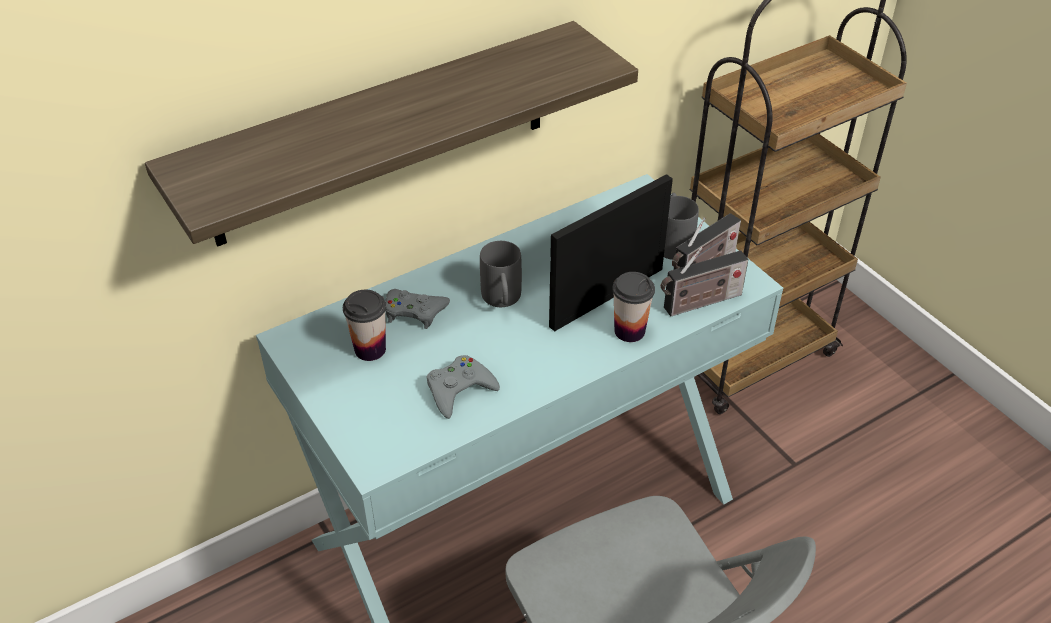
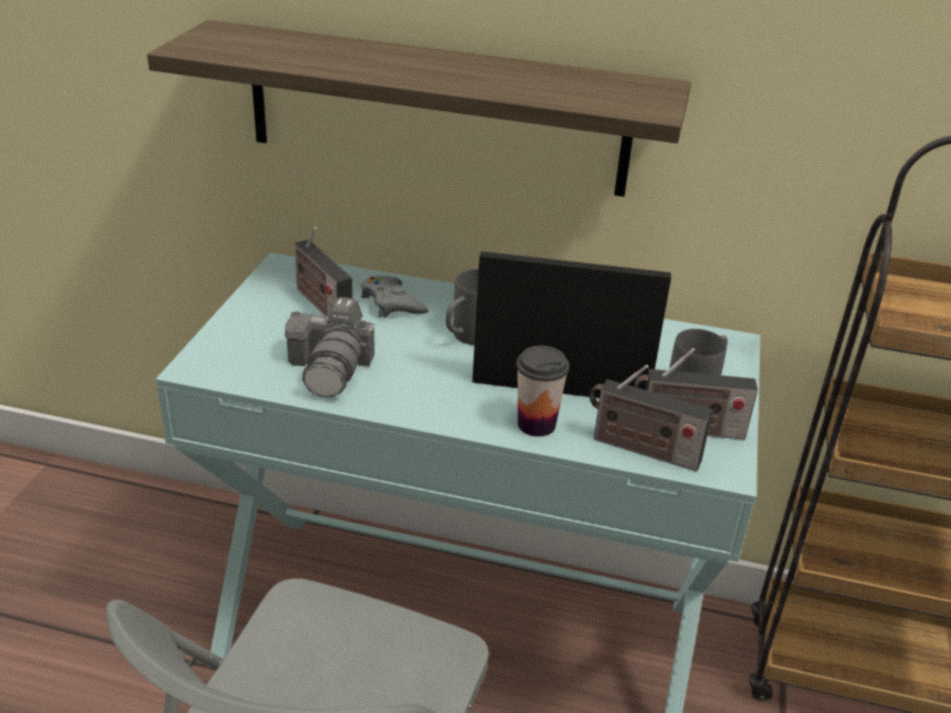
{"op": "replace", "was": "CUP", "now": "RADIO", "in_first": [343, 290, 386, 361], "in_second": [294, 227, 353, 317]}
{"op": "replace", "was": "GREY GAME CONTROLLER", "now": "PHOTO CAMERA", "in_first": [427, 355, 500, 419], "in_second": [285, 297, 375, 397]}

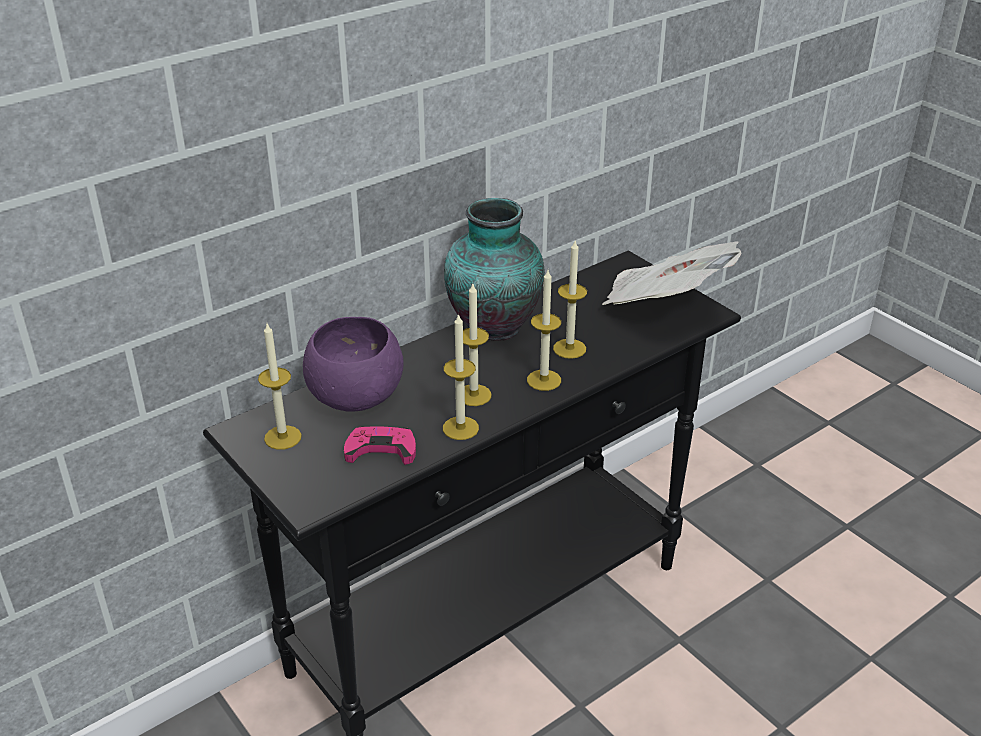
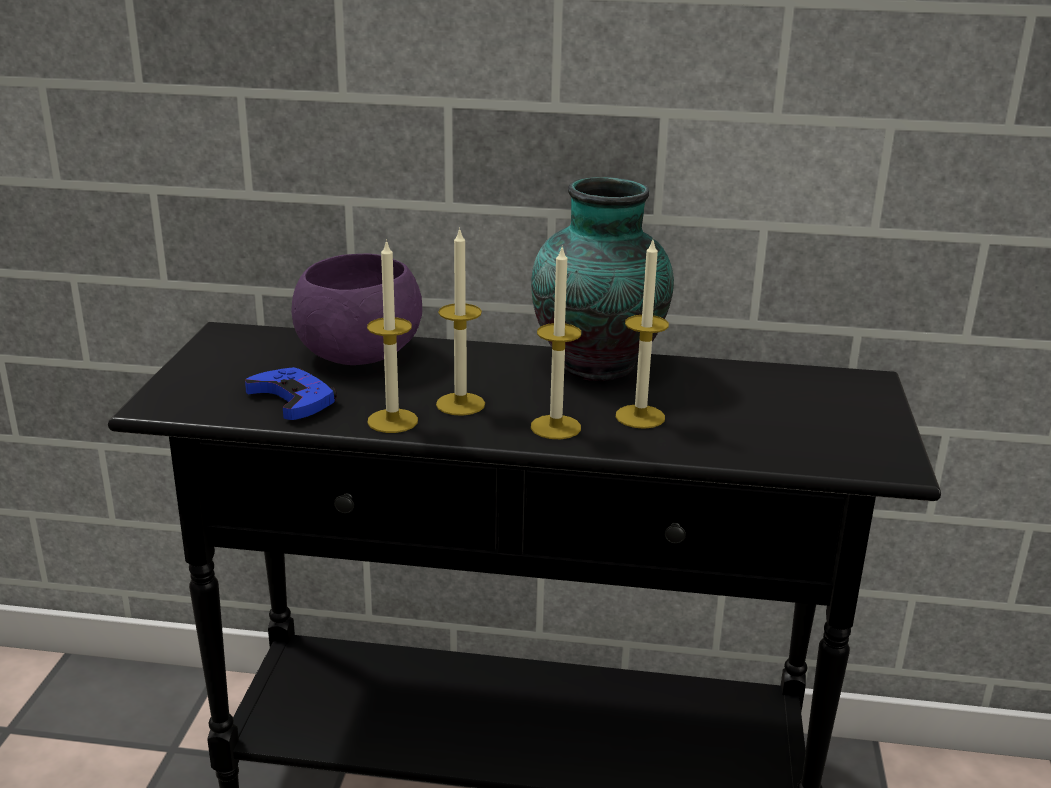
{"op": "delete", "was": "CANDLE", "in_first": [258, 324, 302, 450]}
{"op": "recolor", "was": "PINK GAME CONTROLLER", "now": "BLUE GAME CONTROLLER", "in_first": [344, 426, 416, 465], "in_second": [245, 367, 337, 420]}
{"op": "delete", "was": "NEWSPAPER", "in_first": [602, 241, 742, 305]}

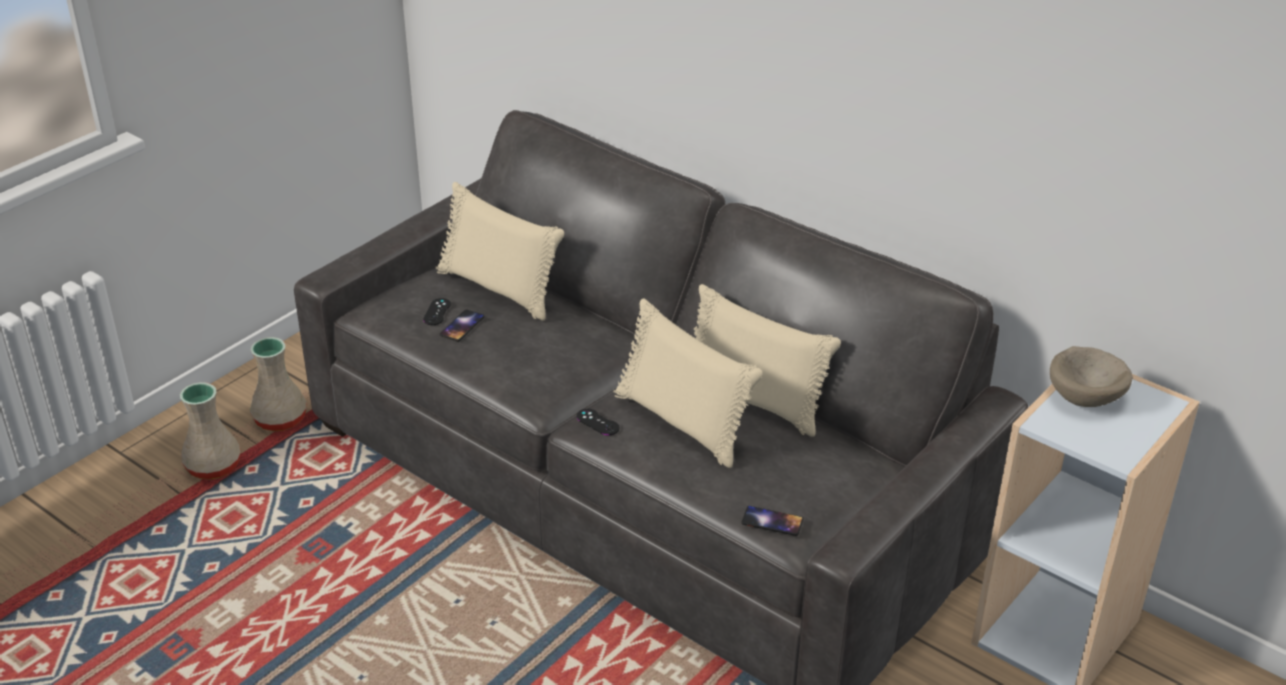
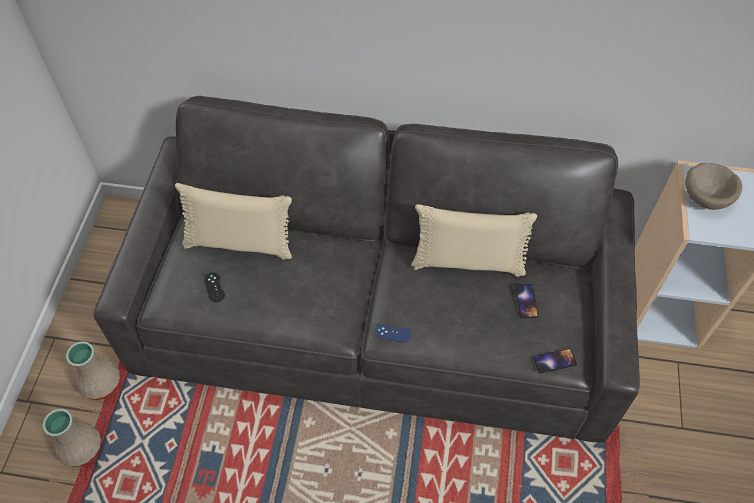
{"op": "move", "was": "PHONE", "in_first": [439, 309, 485, 342], "in_second": [515, 284, 539, 318]}
{"op": "recolor", "was": "BLACK GAME CONTROLLER", "now": "BLUE GAME CONTROLLER", "in_first": [577, 409, 620, 435], "in_second": [375, 324, 411, 342]}
{"op": "delete", "was": "BEIGE PILLOW", "in_first": [613, 298, 763, 468]}

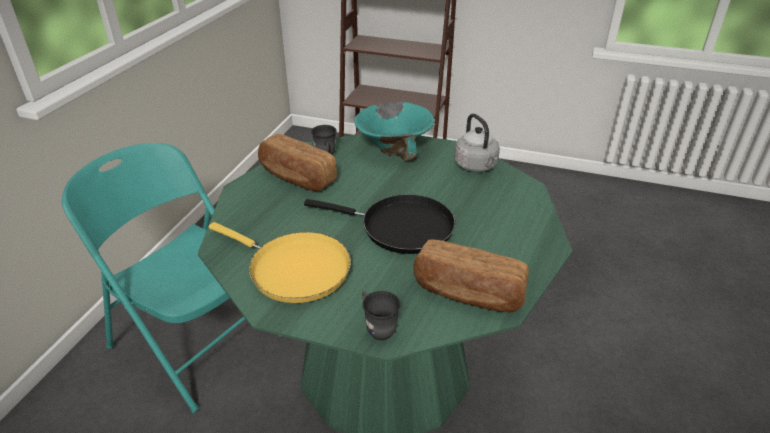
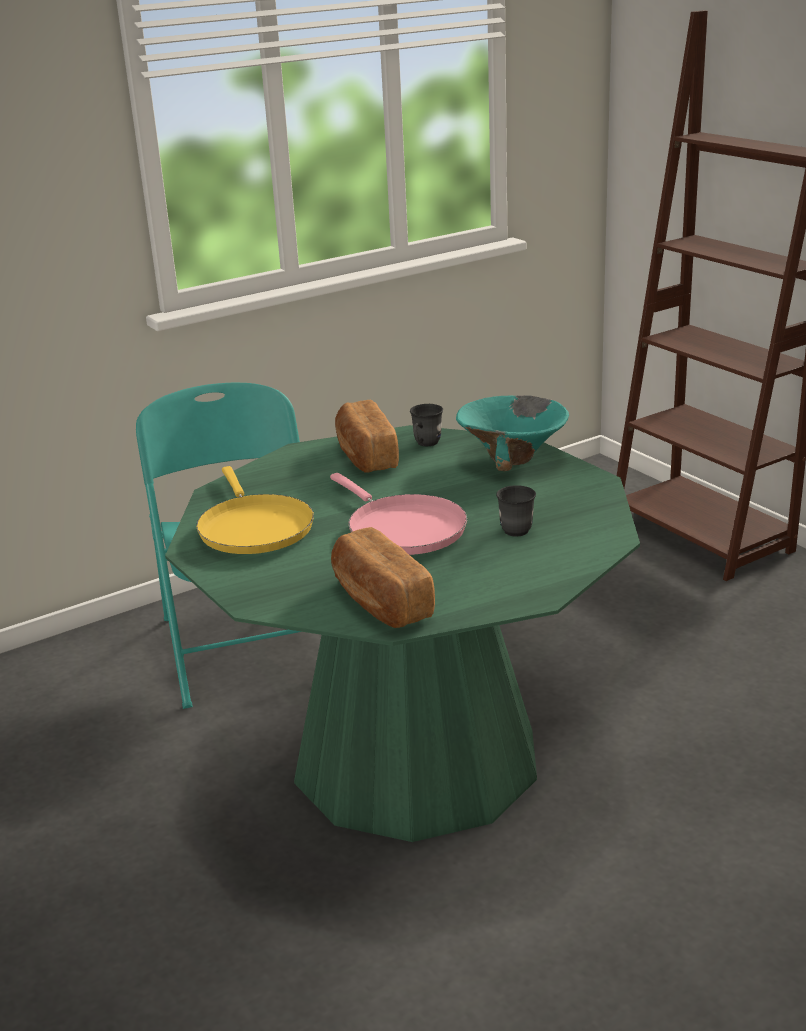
{"op": "recolor", "was": "BLACK FRYING PAN", "now": "PINK FRYING PAN", "in_first": [304, 194, 455, 254], "in_second": [330, 473, 467, 555]}
{"op": "move", "was": "GREY MUG", "in_first": [362, 291, 400, 340], "in_second": [496, 485, 536, 537]}
{"op": "delete", "was": "GREY KETTLE", "in_first": [454, 114, 500, 172]}

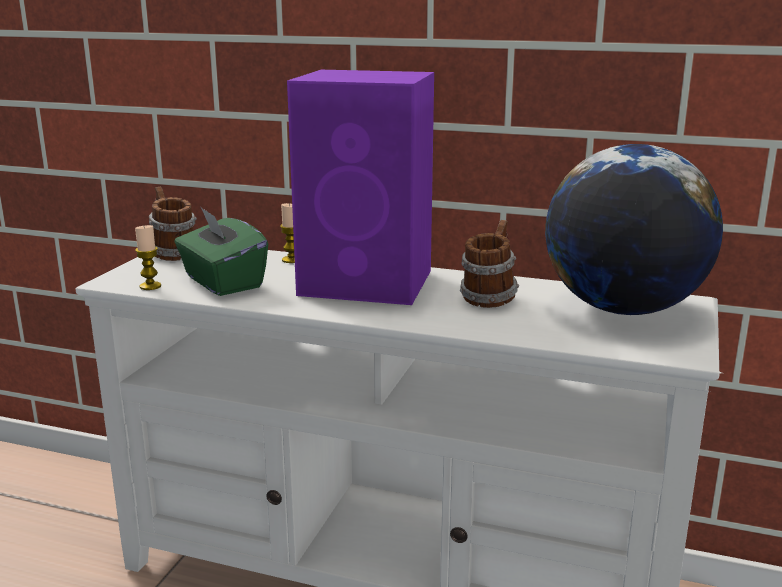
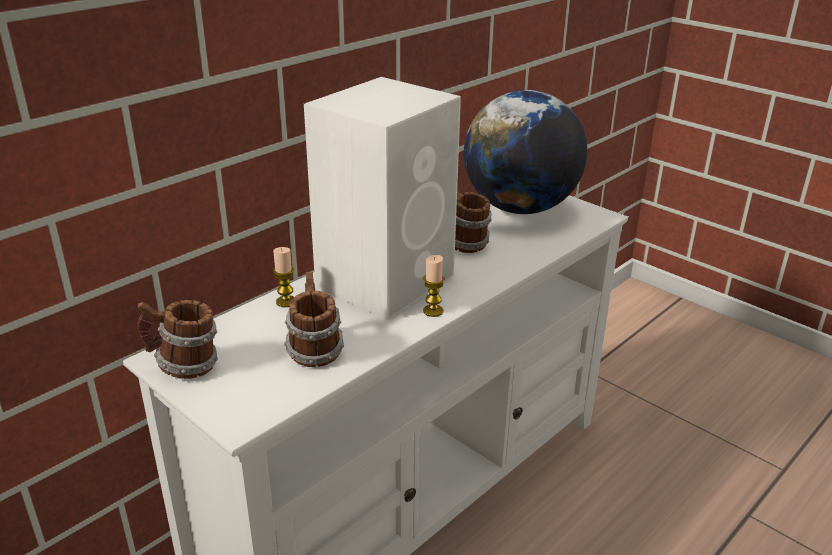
{"op": "move", "was": "CANDLE", "in_first": [135, 225, 161, 290], "in_second": [423, 255, 445, 317]}
{"op": "replace", "was": "GREEN TISSUE BOX", "now": "MUG", "in_first": [175, 206, 268, 296], "in_second": [284, 271, 344, 367]}
{"op": "recolor", "was": "PURPLE SPEAKER", "now": "WHITE SPEAKER", "in_first": [287, 70, 434, 305], "in_second": [304, 77, 461, 320]}

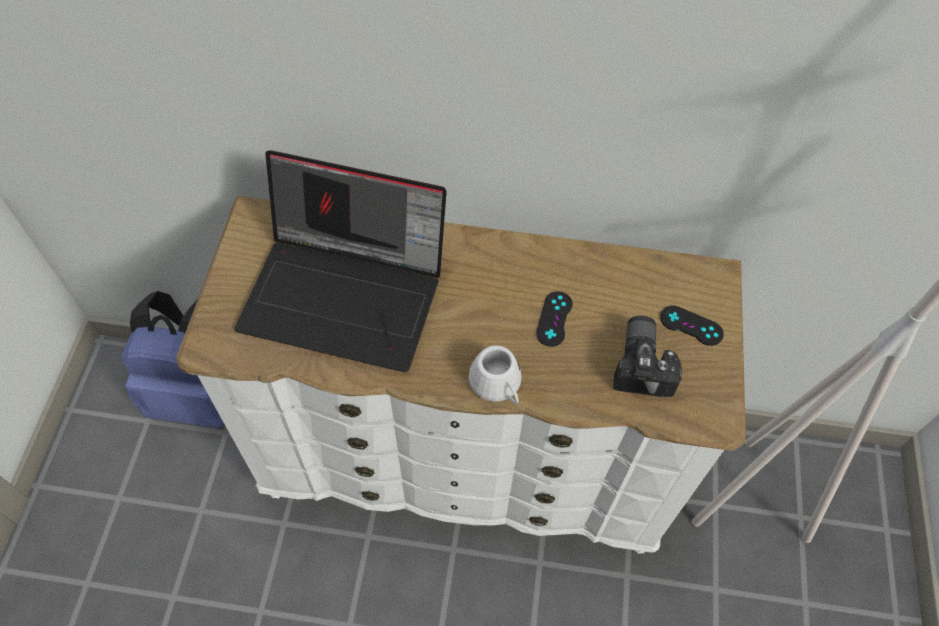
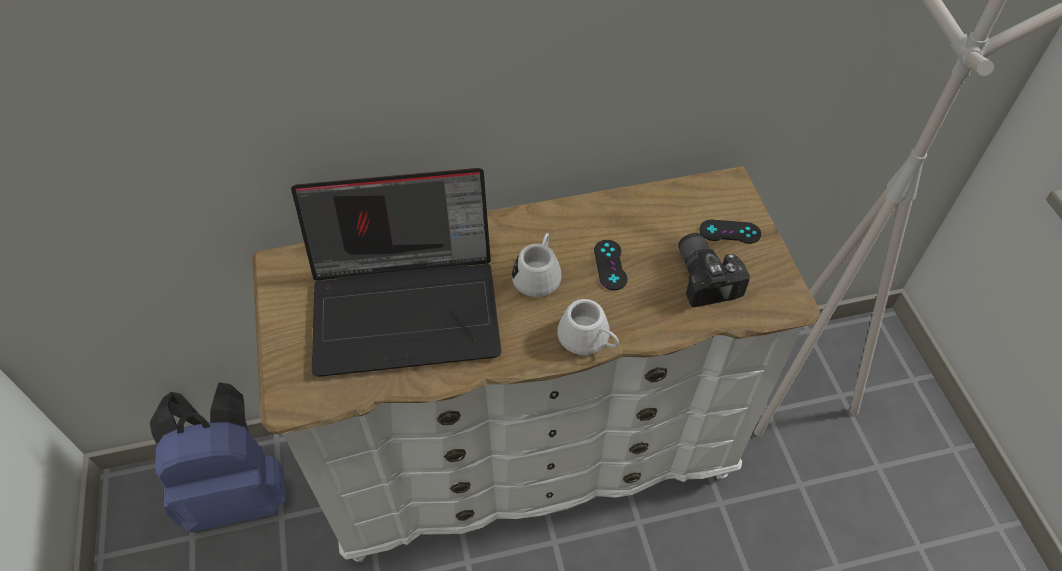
{"op": "insert", "now": "WHITE MUG", "in_second": [512, 233, 562, 297]}

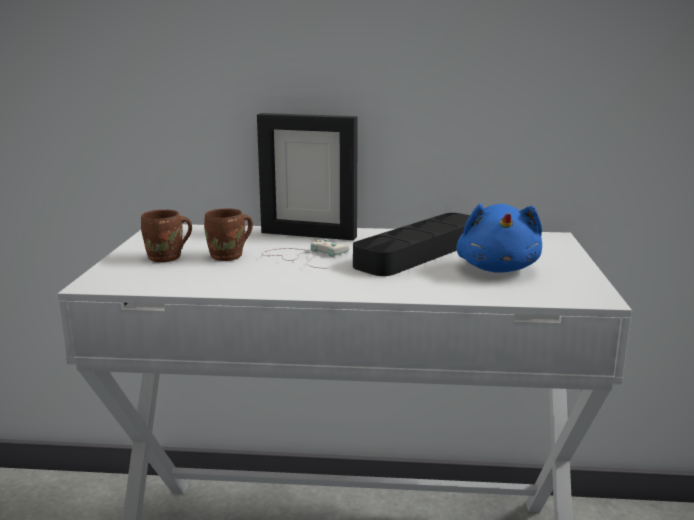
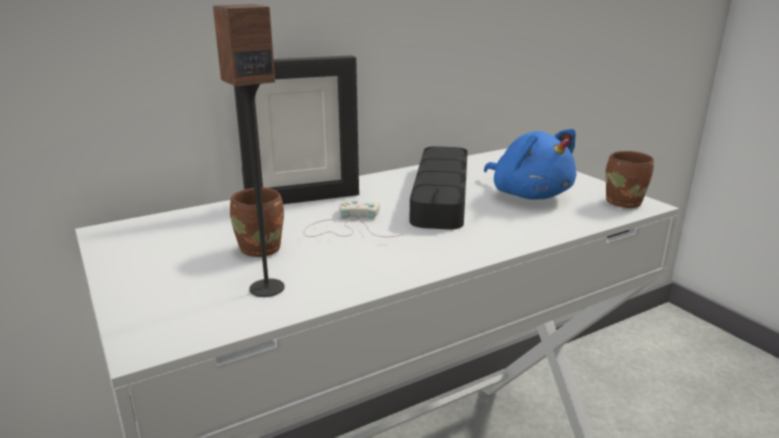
{"op": "move", "was": "BROWN MUG", "in_first": [141, 210, 192, 262], "in_second": [606, 151, 654, 208]}
{"op": "insert", "now": "SPEAKER", "in_second": [213, 4, 285, 297]}

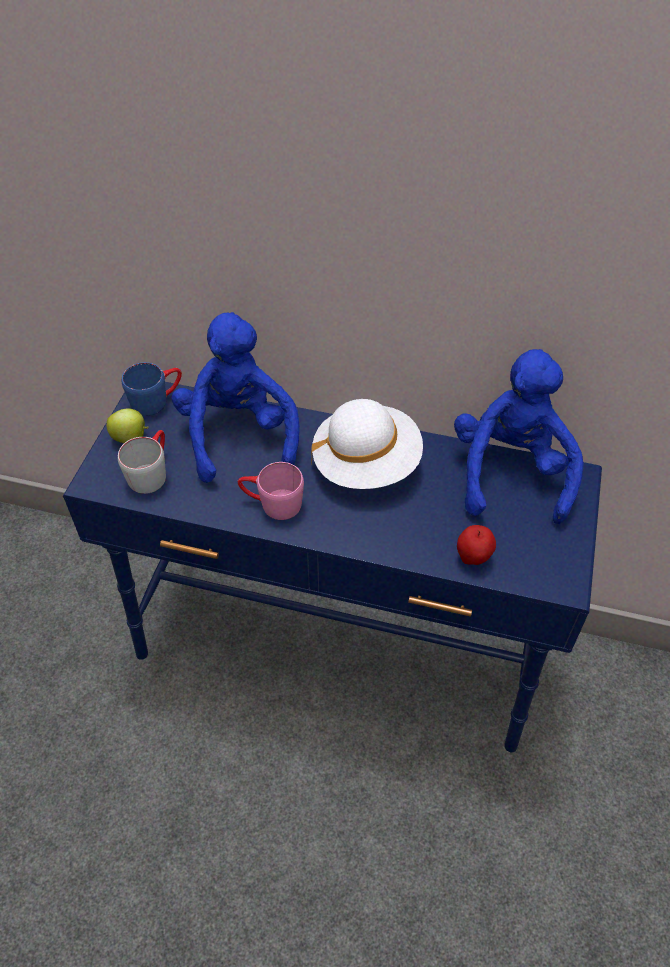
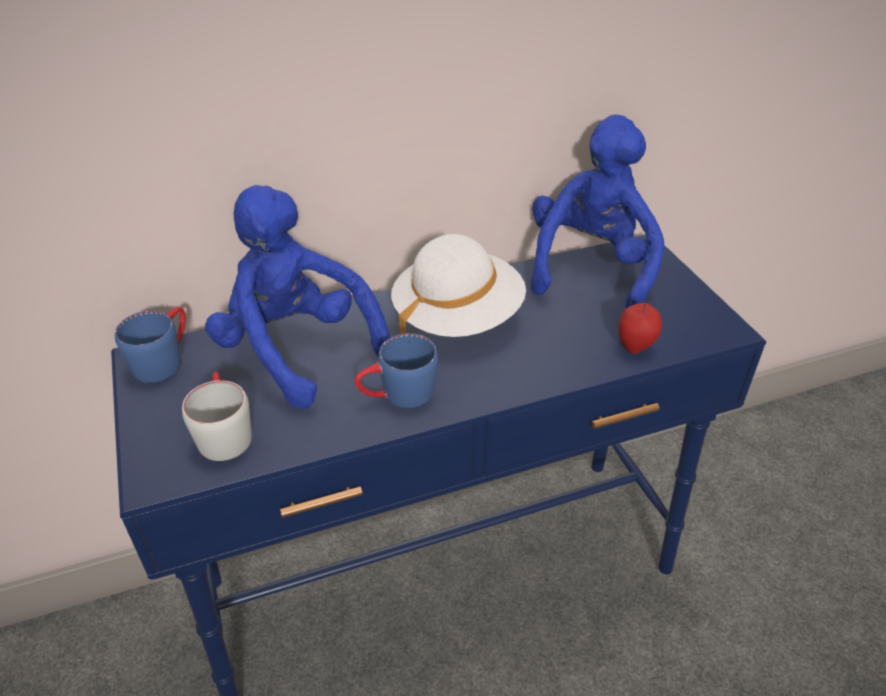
{"op": "delete", "was": "APPLE", "in_first": [106, 408, 149, 443]}
{"op": "recolor", "was": "PINK MUG", "now": "BLUE MUG", "in_first": [238, 462, 304, 520], "in_second": [355, 333, 438, 408]}
{"op": "rotate", "was": "BLUE PLUSH TOY", "in_first": [454, 349, 584, 524], "in_second": [531, 114, 664, 308], "clockwise": 45}

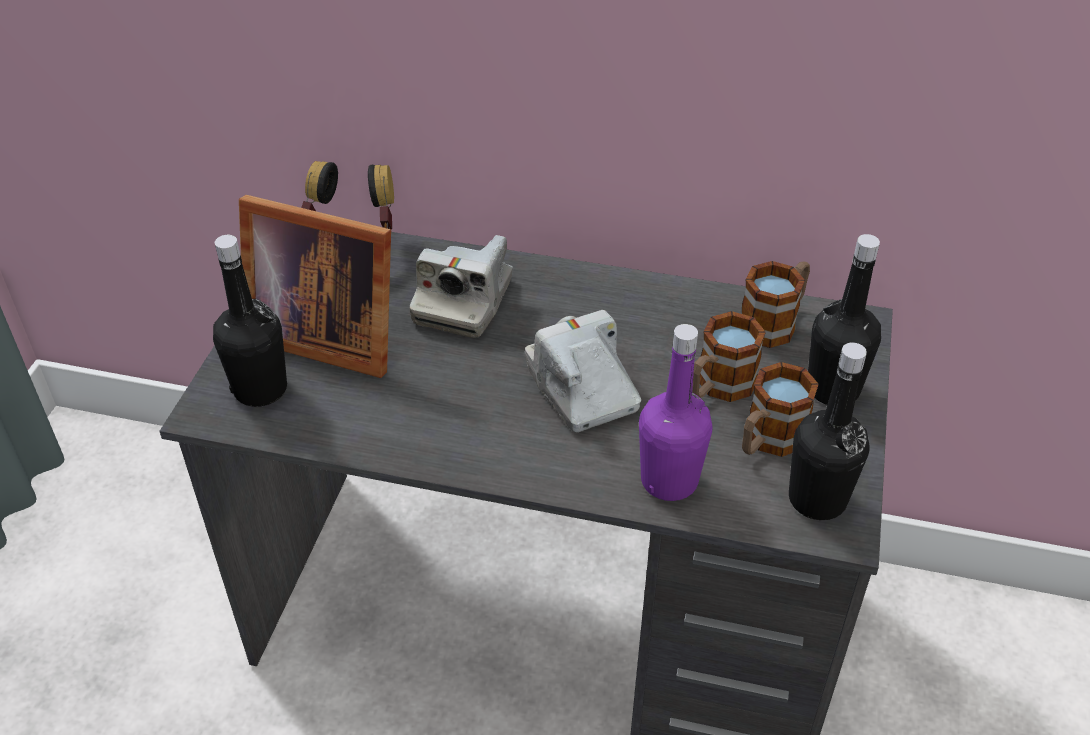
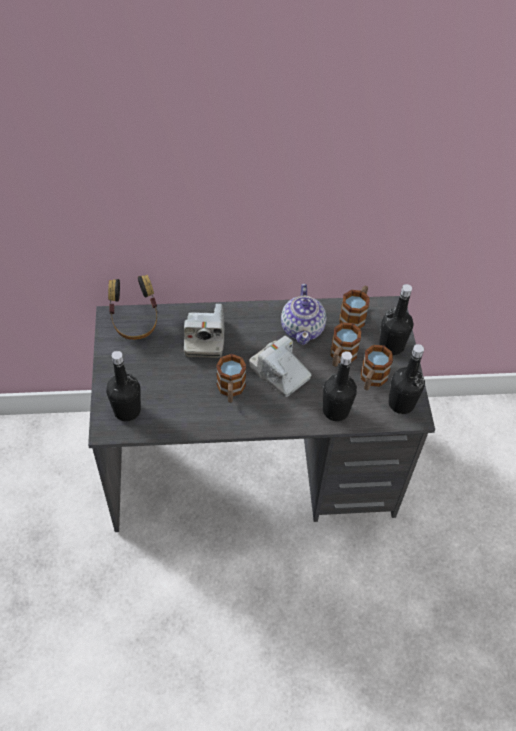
{"op": "delete", "was": "PICTURE FRAME", "in_first": [239, 195, 391, 378]}
{"op": "recolor", "was": "PURPLE BOTTLE", "now": "BLACK BOTTLE", "in_first": [639, 324, 713, 501], "in_second": [323, 351, 357, 421]}
{"op": "insert", "now": "MUG", "in_second": [216, 354, 246, 403]}
{"op": "insert", "now": "TEAPOT", "in_second": [281, 284, 326, 345]}

